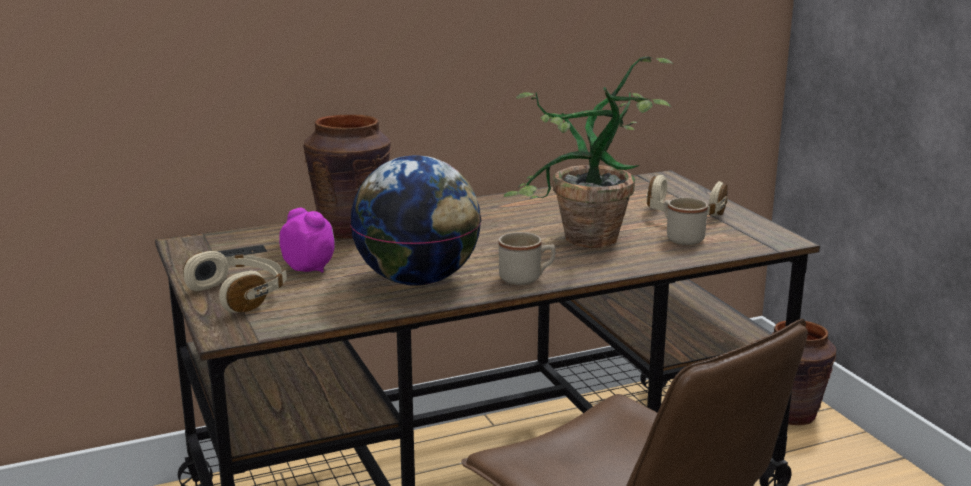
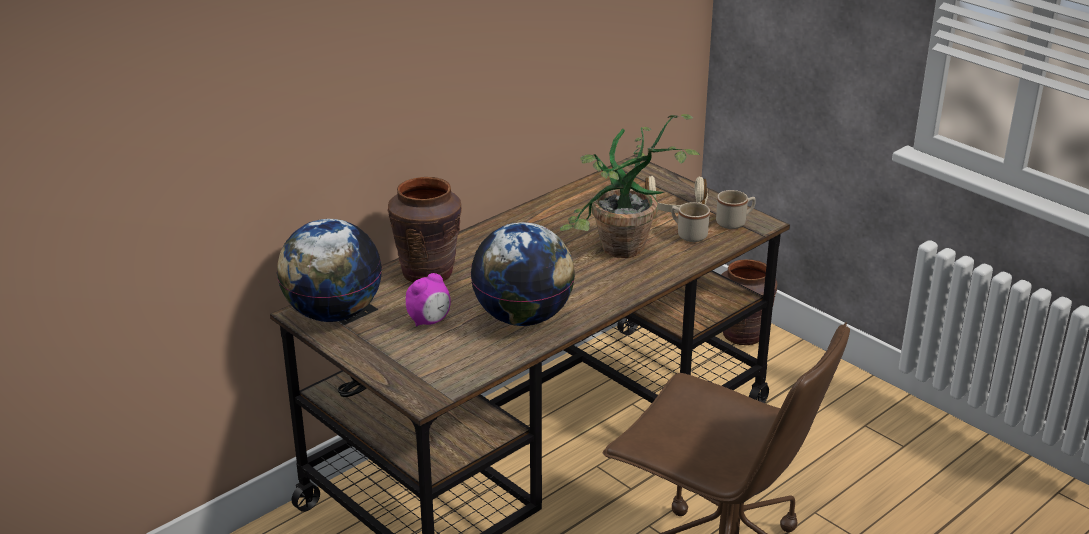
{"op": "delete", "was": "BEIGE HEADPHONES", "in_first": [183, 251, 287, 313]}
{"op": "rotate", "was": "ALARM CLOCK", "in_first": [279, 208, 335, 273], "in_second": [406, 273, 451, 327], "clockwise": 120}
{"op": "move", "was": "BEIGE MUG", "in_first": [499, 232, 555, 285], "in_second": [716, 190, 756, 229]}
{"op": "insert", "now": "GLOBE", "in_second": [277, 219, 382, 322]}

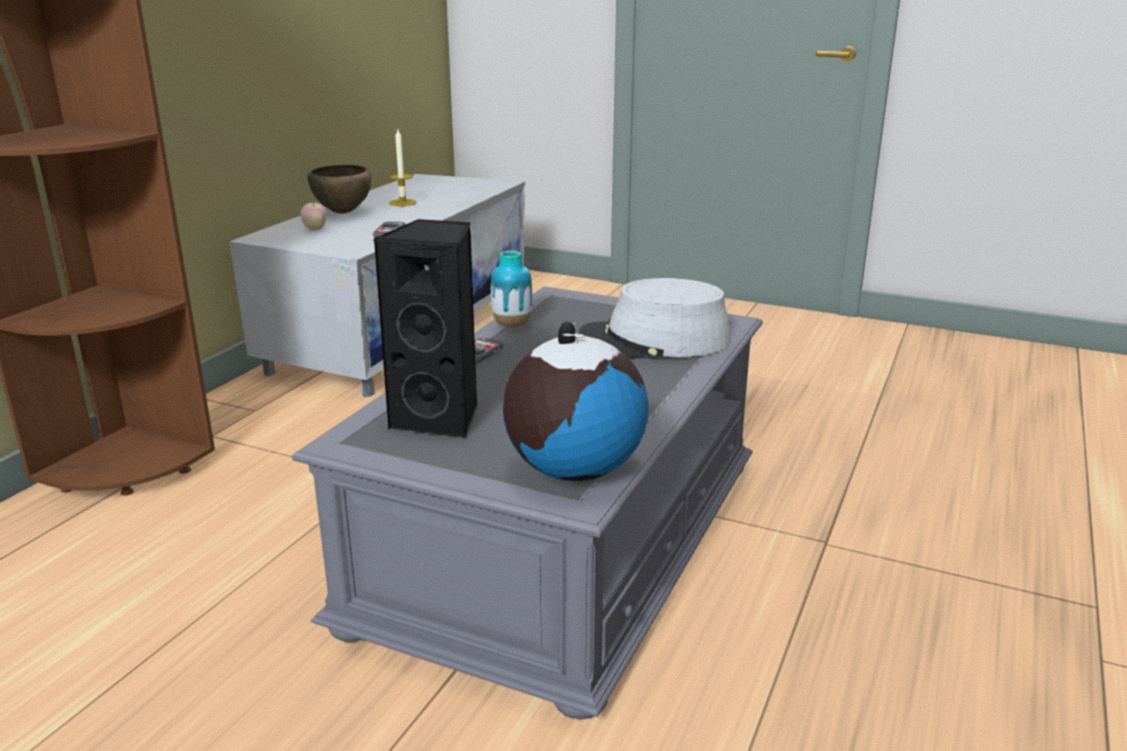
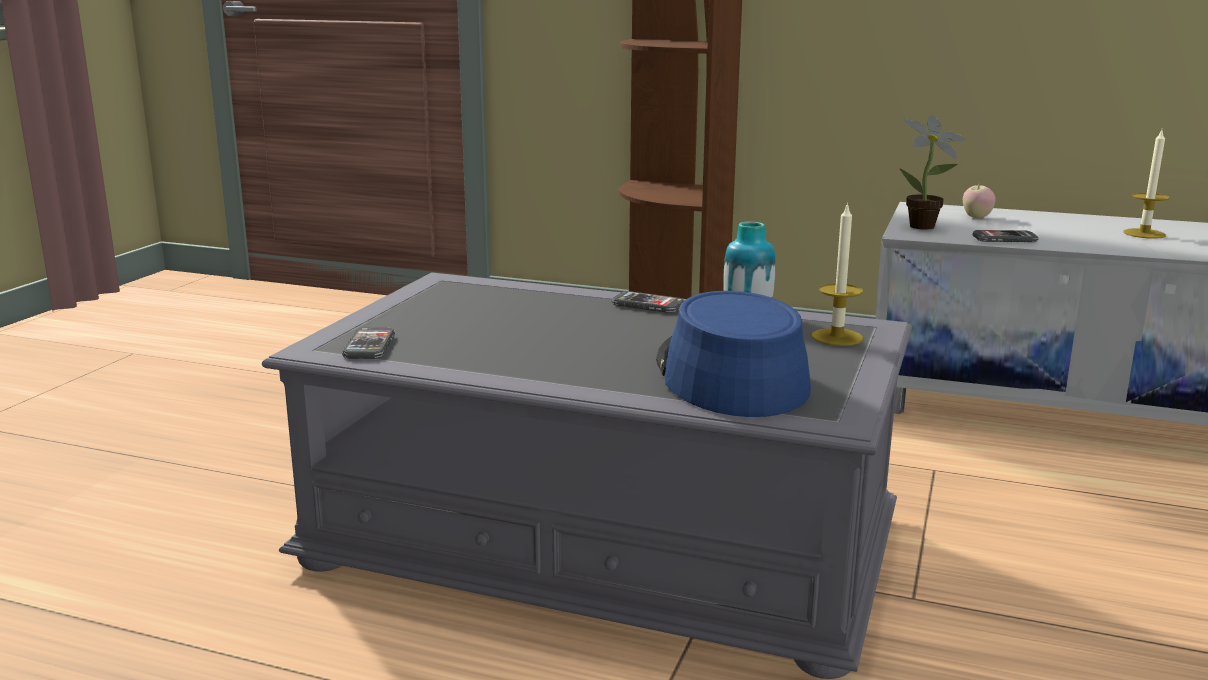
{"op": "delete", "was": "BROWN BOWL", "in_first": [307, 165, 371, 214]}
{"op": "delete", "was": "BLACK SPEAKER", "in_first": [373, 219, 478, 439]}
{"op": "replace", "was": "GLOBE", "now": "PHONE", "in_first": [503, 321, 649, 481], "in_second": [342, 327, 395, 359]}
{"op": "recolor", "was": "GREY HAT", "now": "BLUE HAT", "in_first": [579, 278, 731, 359], "in_second": [656, 291, 811, 417]}
{"op": "insert", "now": "CANDLE", "in_second": [812, 202, 863, 346]}
{"op": "insert", "now": "POTTED PLANT", "in_second": [899, 115, 965, 230]}

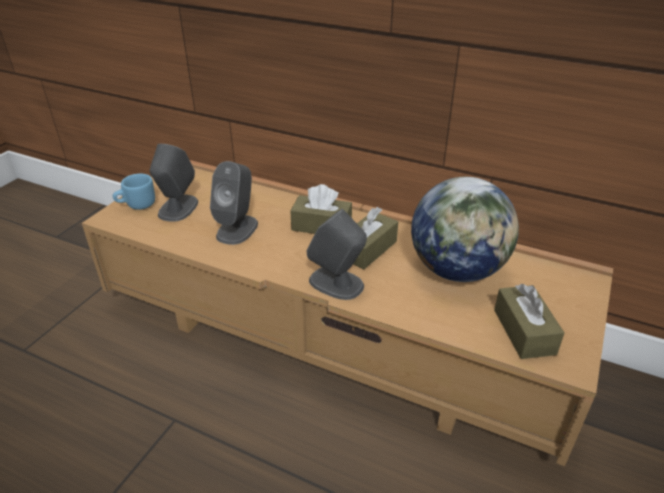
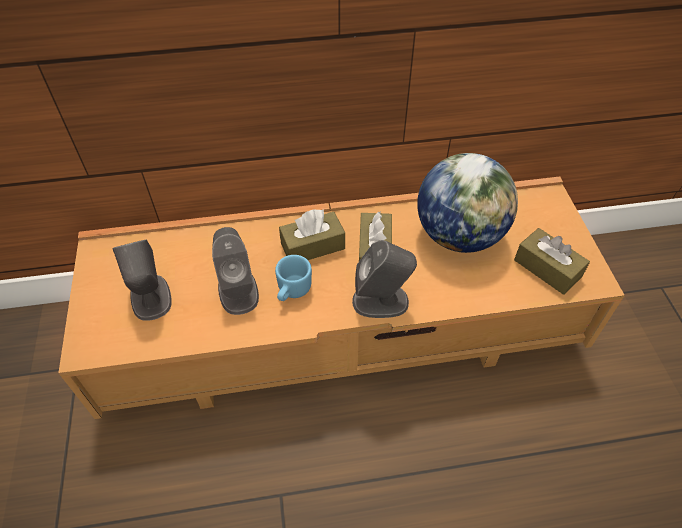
{"op": "move", "was": "BLUE MUG", "in_first": [113, 174, 155, 210], "in_second": [275, 255, 312, 301]}

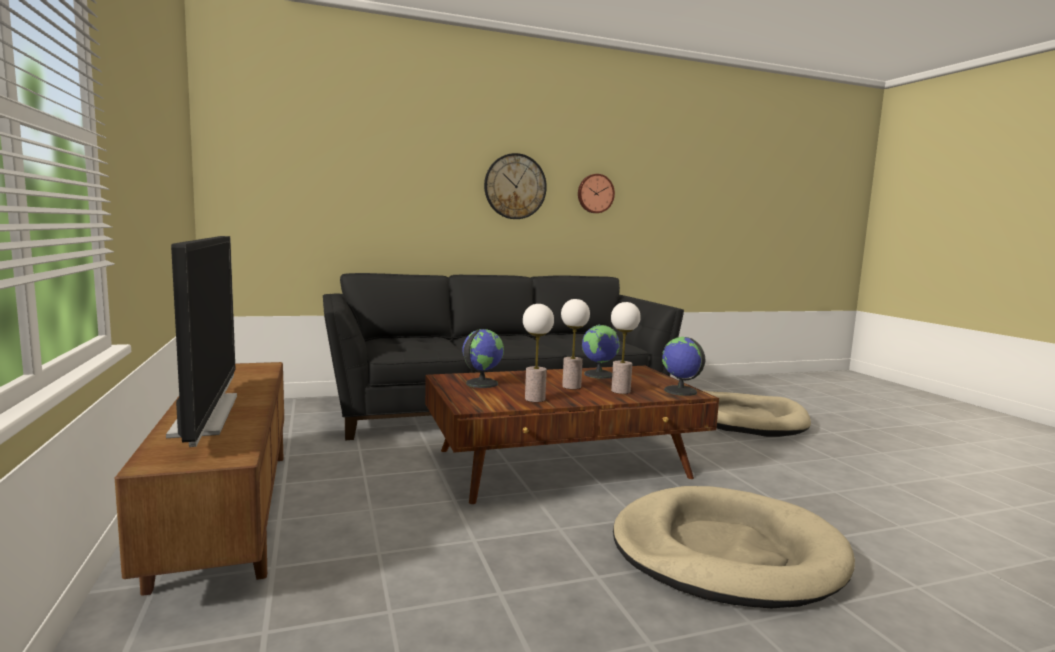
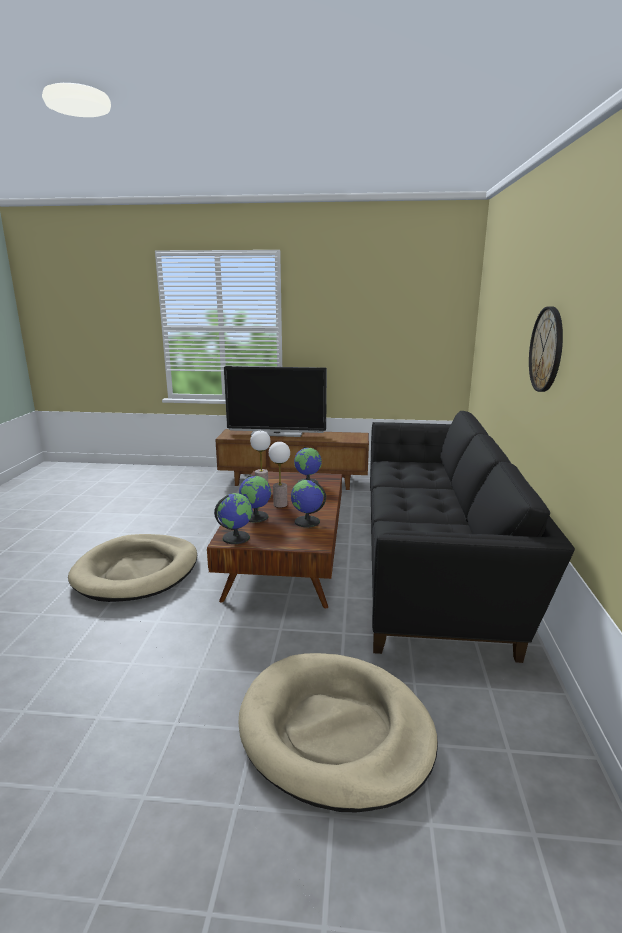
{"op": "delete", "was": "WALL CLOCK", "in_first": [578, 174, 615, 213]}
{"op": "replace", "was": "TABLE LAMP", "now": "GLOBE", "in_first": [611, 302, 641, 394], "in_second": [239, 475, 271, 523]}

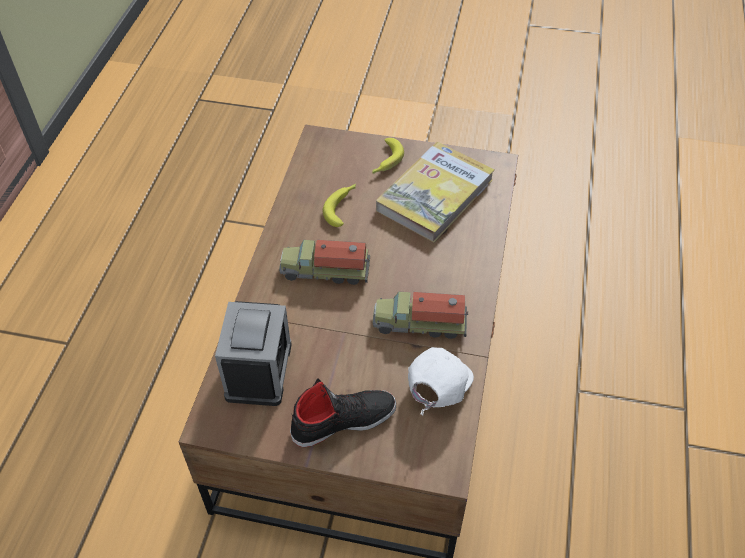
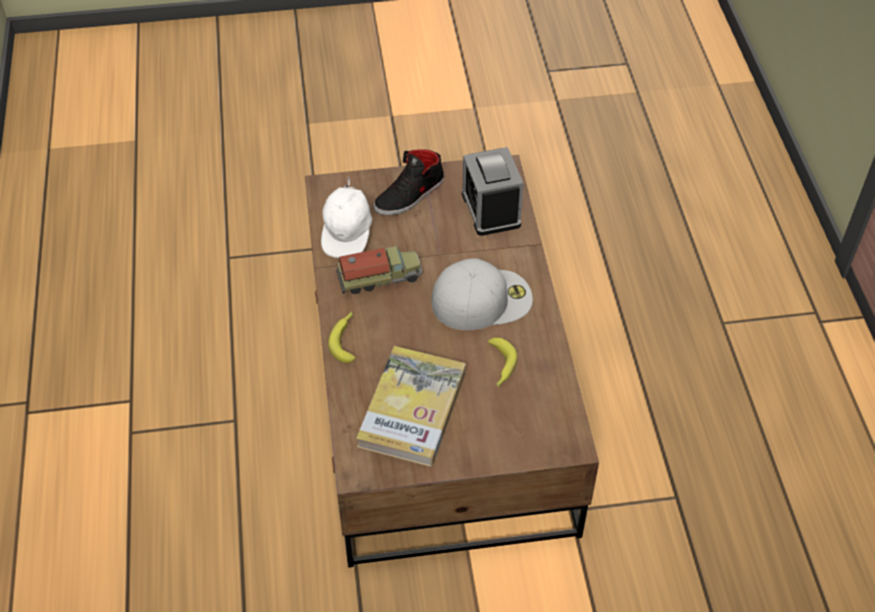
{"op": "replace", "was": "TOY TRUCK", "now": "WHITE CAP", "in_first": [279, 240, 370, 285], "in_second": [432, 258, 533, 330]}
{"op": "move", "was": "BANANA", "in_first": [372, 138, 404, 173], "in_second": [328, 312, 356, 363]}

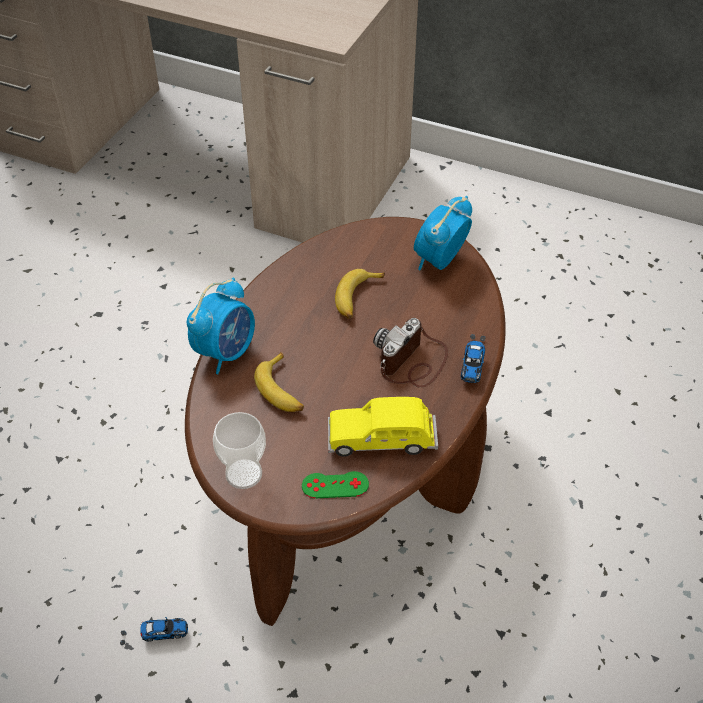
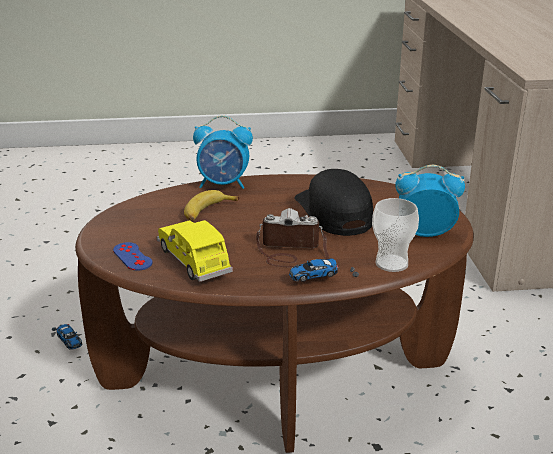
{"op": "move", "was": "CUP", "in_first": [213, 412, 266, 489], "in_second": [372, 198, 419, 272]}
{"op": "recolor", "was": "GREEN GAME CONTROLLER", "now": "BLUE GAME CONTROLLER", "in_first": [302, 471, 369, 498], "in_second": [113, 242, 152, 271]}
{"op": "replace", "was": "BANANA", "now": "BLACK CAP", "in_first": [335, 269, 385, 319], "in_second": [294, 169, 373, 236]}

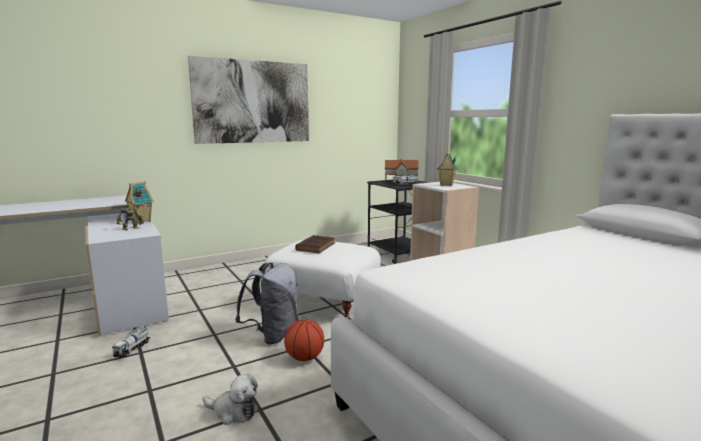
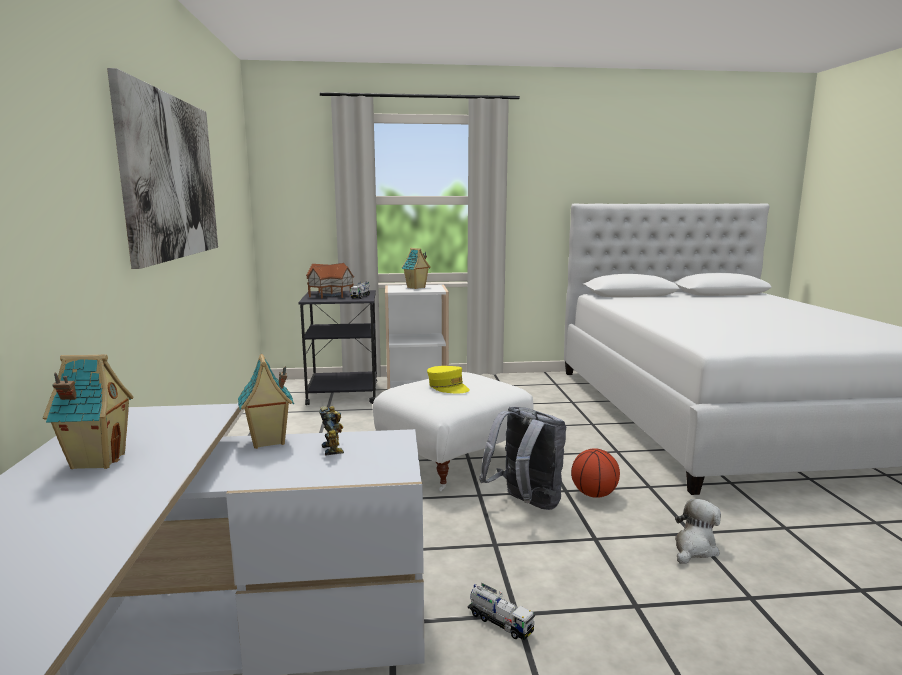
{"op": "replace", "was": "BROWN BOOK", "now": "YELLOW CAP", "in_first": [295, 235, 335, 253], "in_second": [427, 366, 470, 394]}
{"op": "insert", "now": "TOY HOUSE", "in_second": [43, 354, 133, 469]}

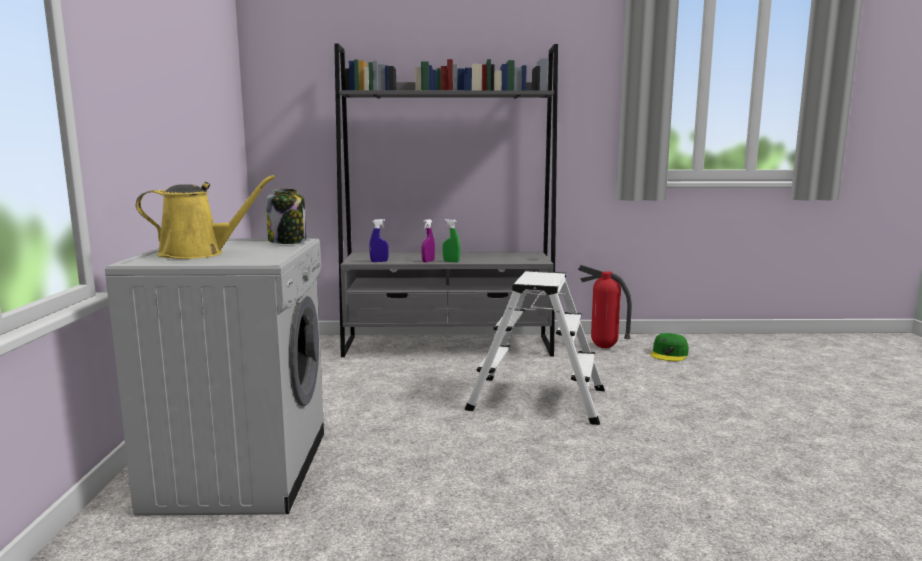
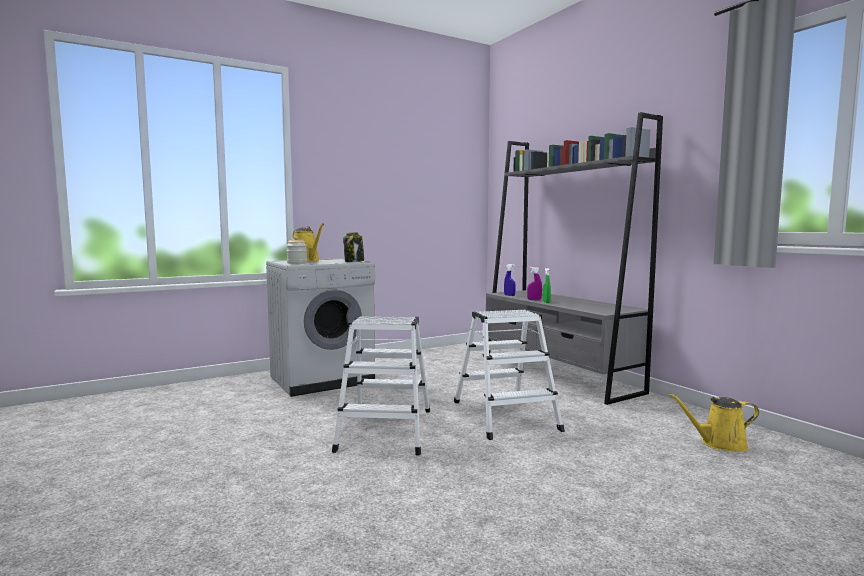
{"op": "delete", "was": "FIRE EXTINGUISHER", "in_first": [578, 265, 632, 348]}
{"op": "replace", "was": "GREEN CAP", "now": "YELLOW WATERING CAN", "in_first": [650, 333, 689, 361], "in_second": [669, 393, 759, 452]}
{"op": "insert", "now": "JAR", "in_second": [286, 236, 307, 264]}
{"op": "insert", "now": "WHITE STEP LADDER", "in_second": [332, 316, 430, 455]}

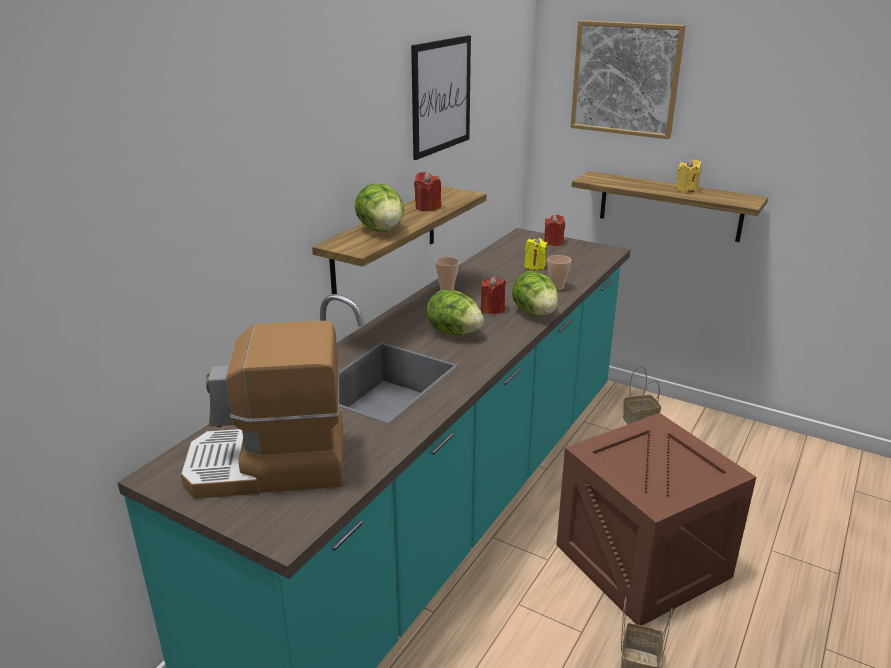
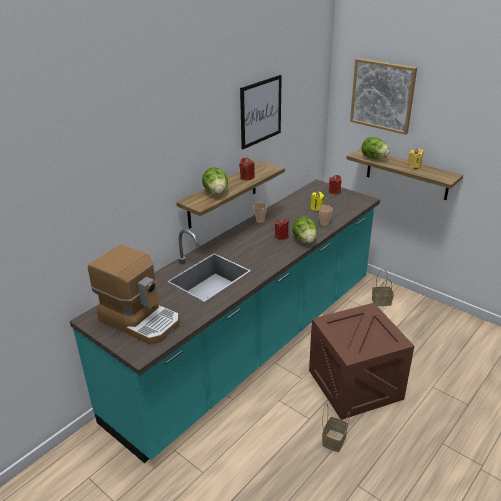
{"op": "rotate", "was": "COFFEE MACHINE", "in_first": [181, 321, 343, 499], "in_second": [88, 245, 179, 345], "clockwise": -150}
{"op": "move", "was": "LETTUCE", "in_first": [427, 290, 484, 336], "in_second": [361, 137, 390, 159]}

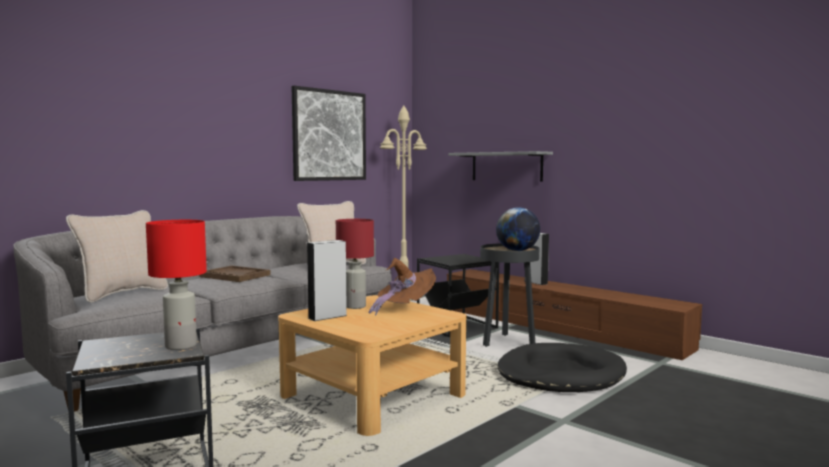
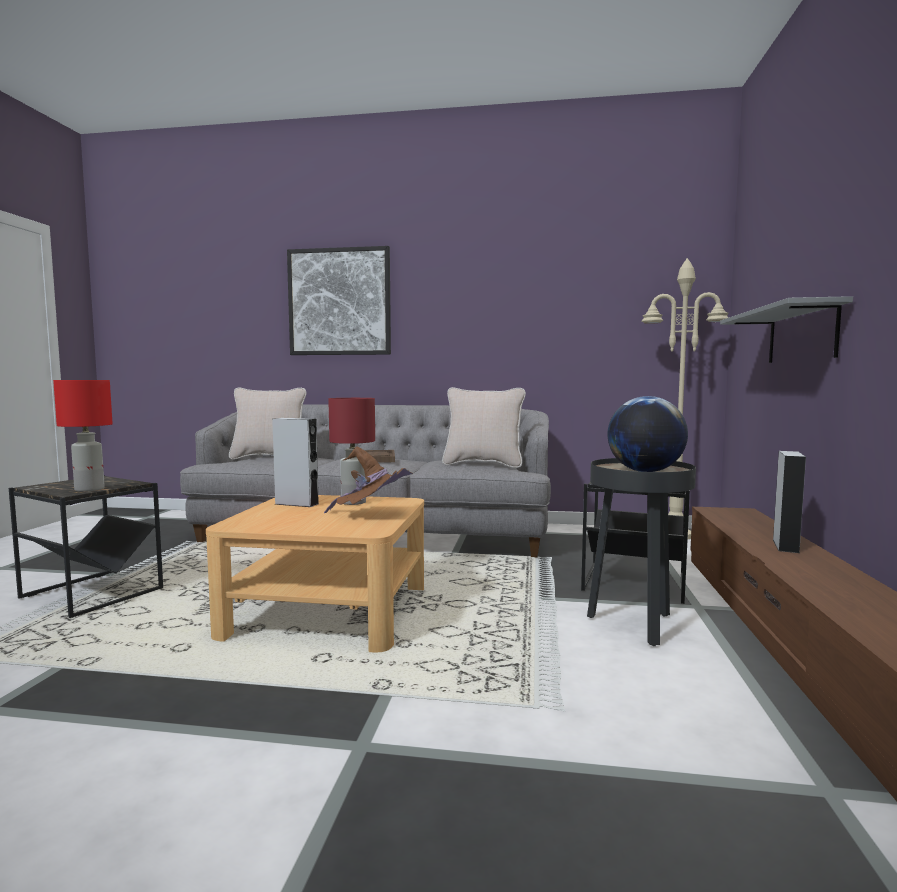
{"op": "move", "was": "PICTURE", "in_first": [291, 86, 366, 181], "in_second": [287, 246, 391, 355]}
{"op": "delete", "was": "BLACK DOG BED", "in_first": [498, 343, 627, 392]}

